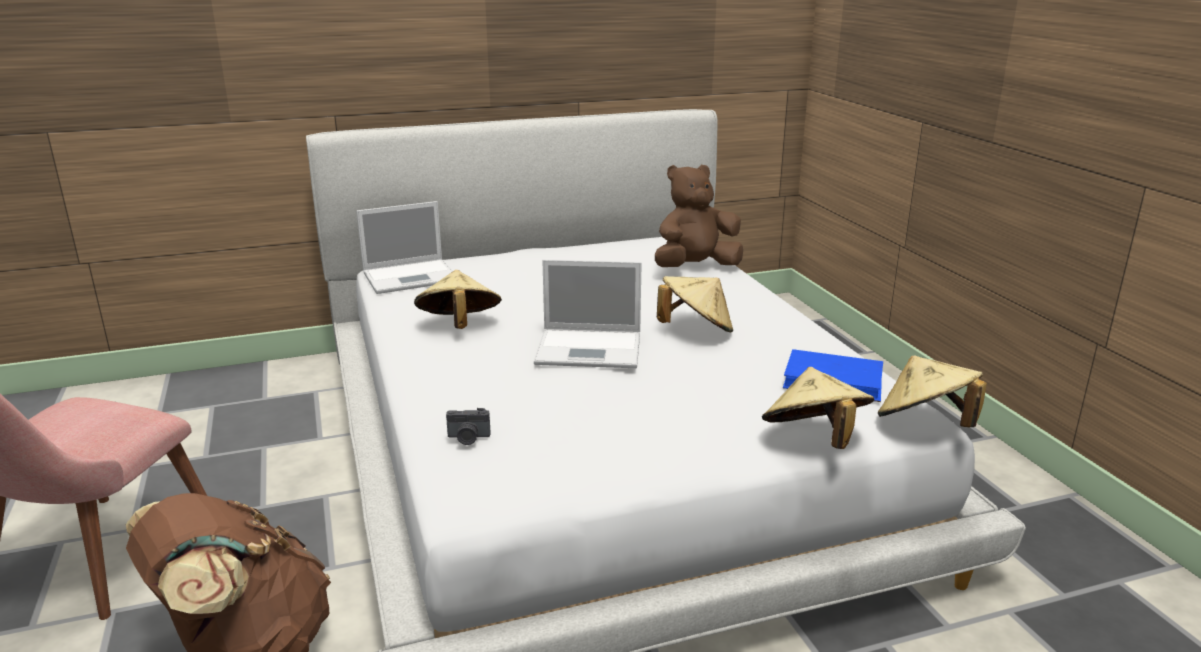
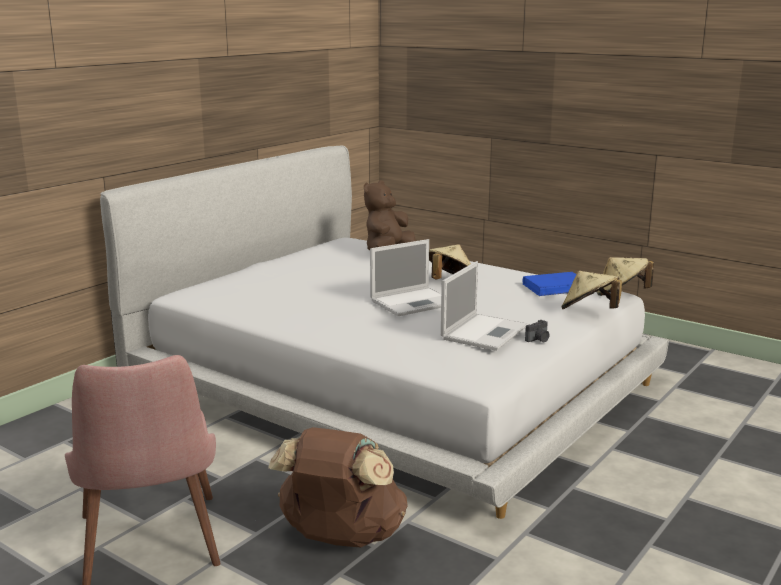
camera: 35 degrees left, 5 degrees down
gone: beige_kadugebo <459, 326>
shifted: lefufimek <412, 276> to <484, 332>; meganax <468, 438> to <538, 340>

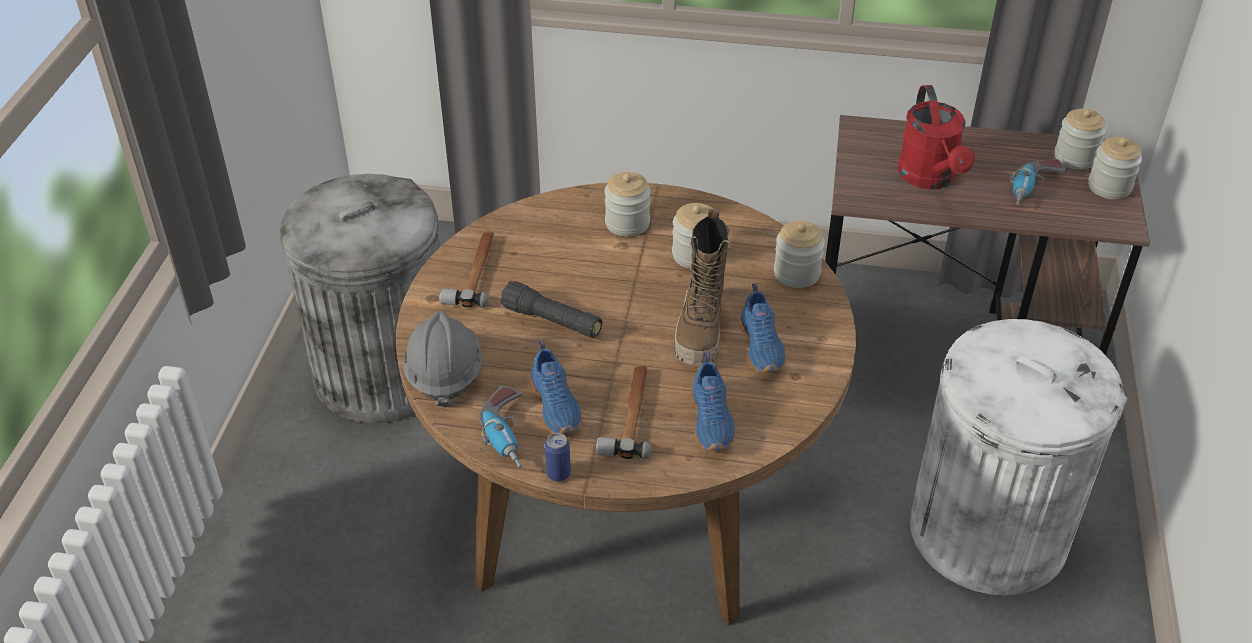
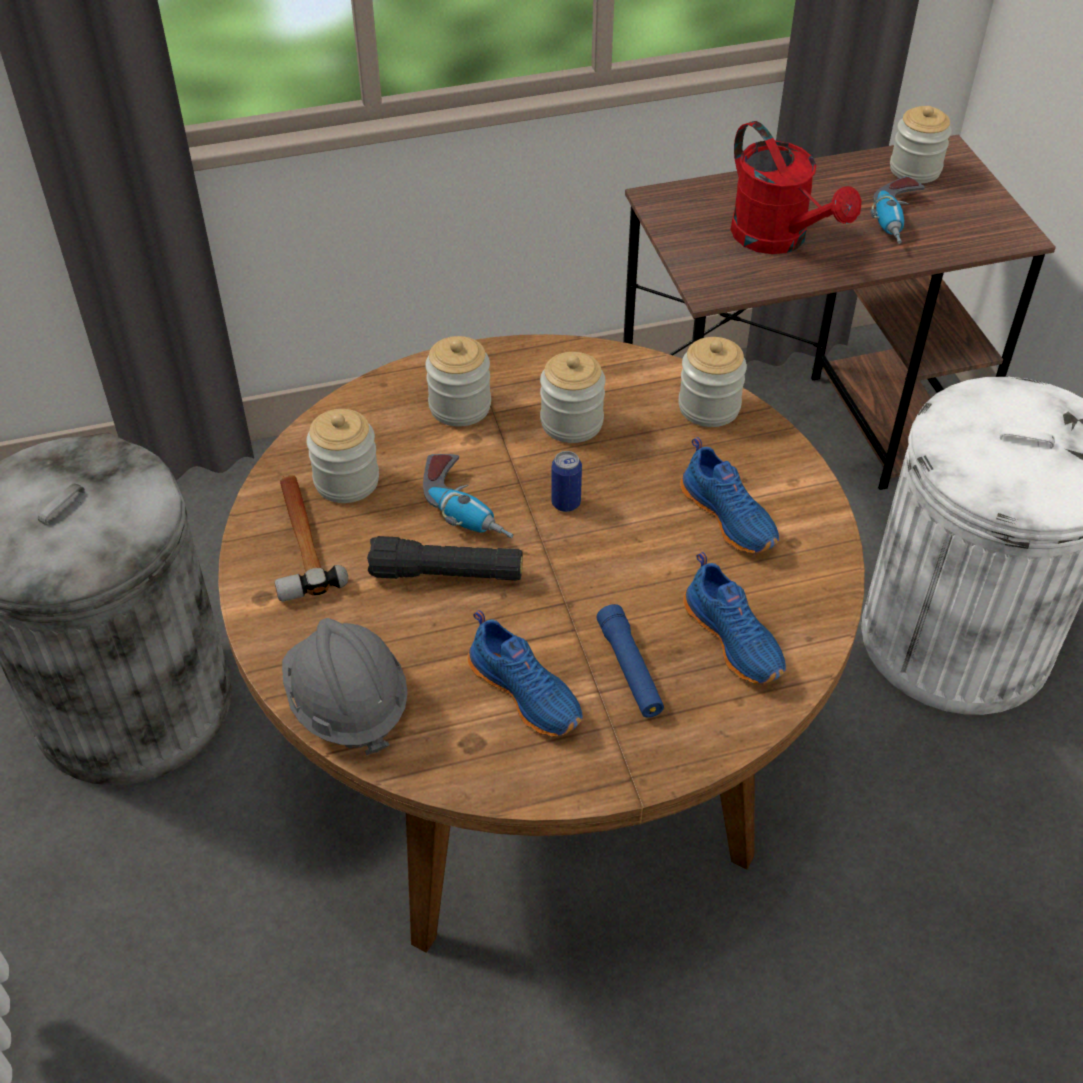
camera: 25 degrees left, 5 degrees up
gone: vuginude <700, 332>
shifted: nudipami <1109, 187> to <346, 481>; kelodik <509, 435> to <468, 509>; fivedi <558, 474> to <566, 503>
swapped: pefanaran <630, 414> to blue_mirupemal <630, 669>

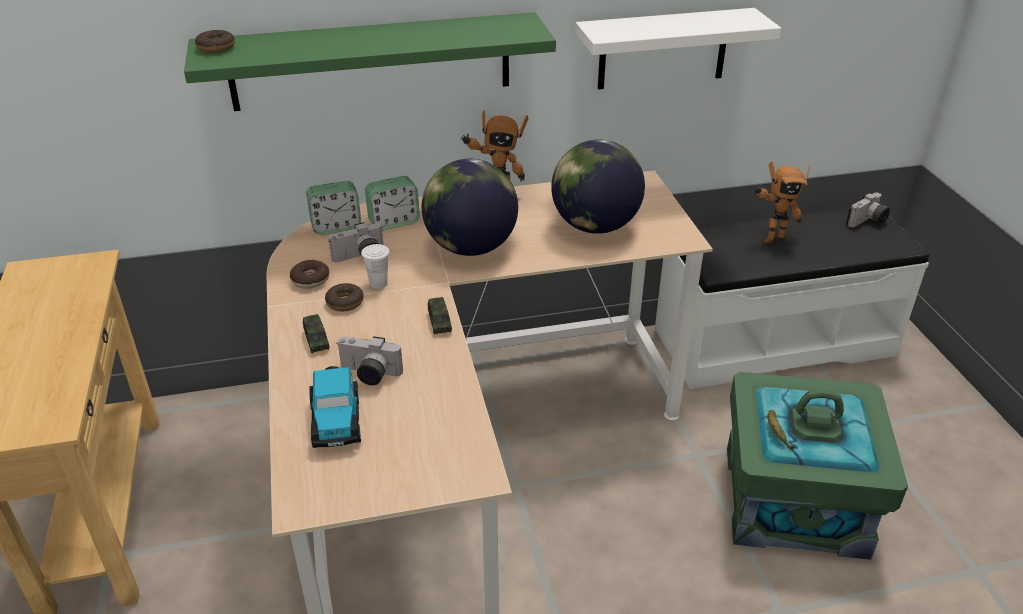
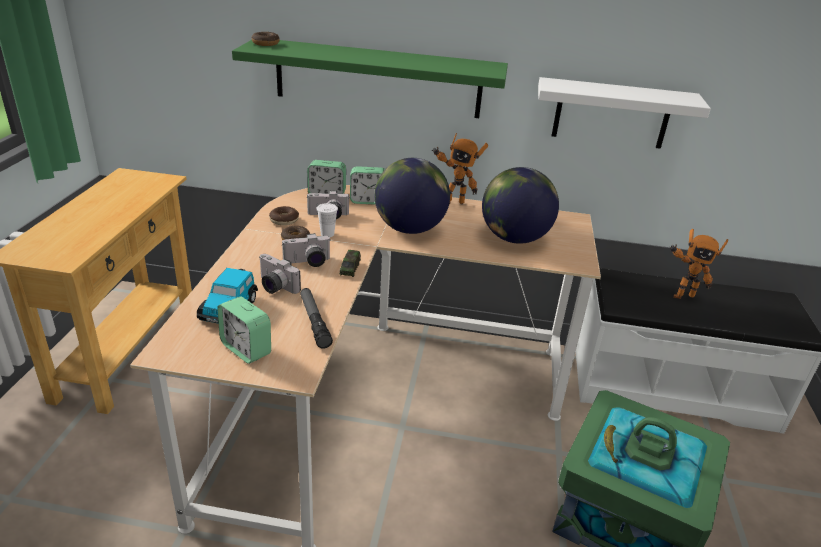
camera: 20 degrees right, 5 degrees down
gone: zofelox <316, 340>
new: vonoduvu <246, 349>; mirupemal <314, 322>
shifted: meganax <867, 221> to <308, 263>

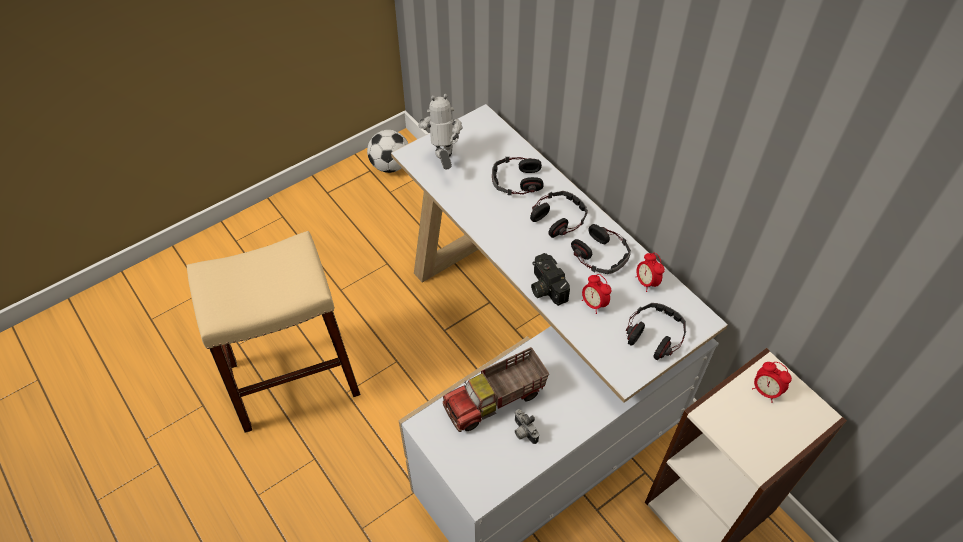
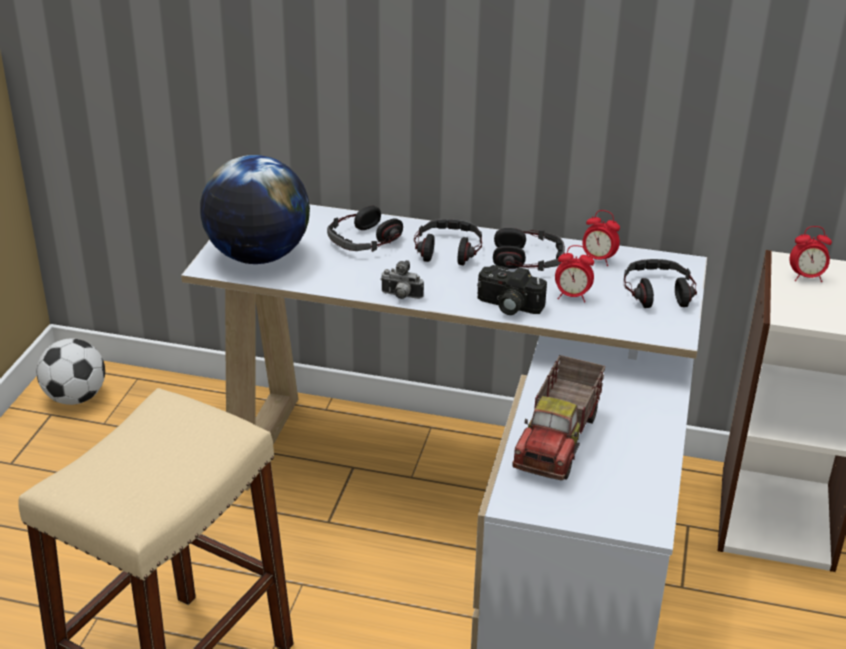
camera: 40 degrees left, 20 degrees down
shifted: meganax <523, 432> to <401, 297>
swapped: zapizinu <443, 161> to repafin <258, 256>

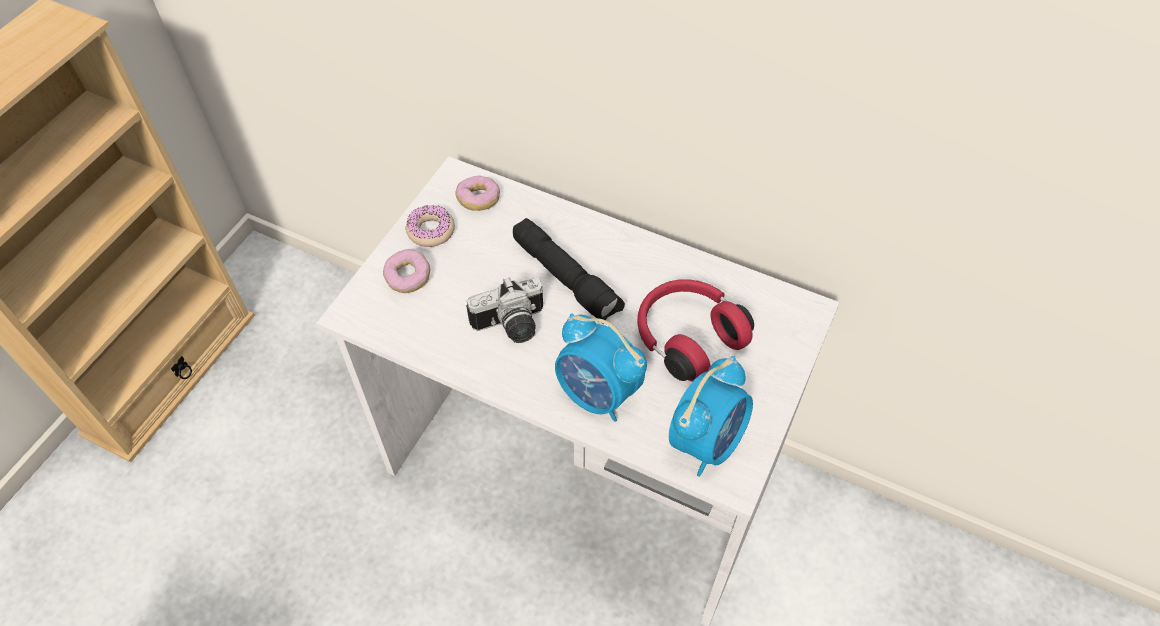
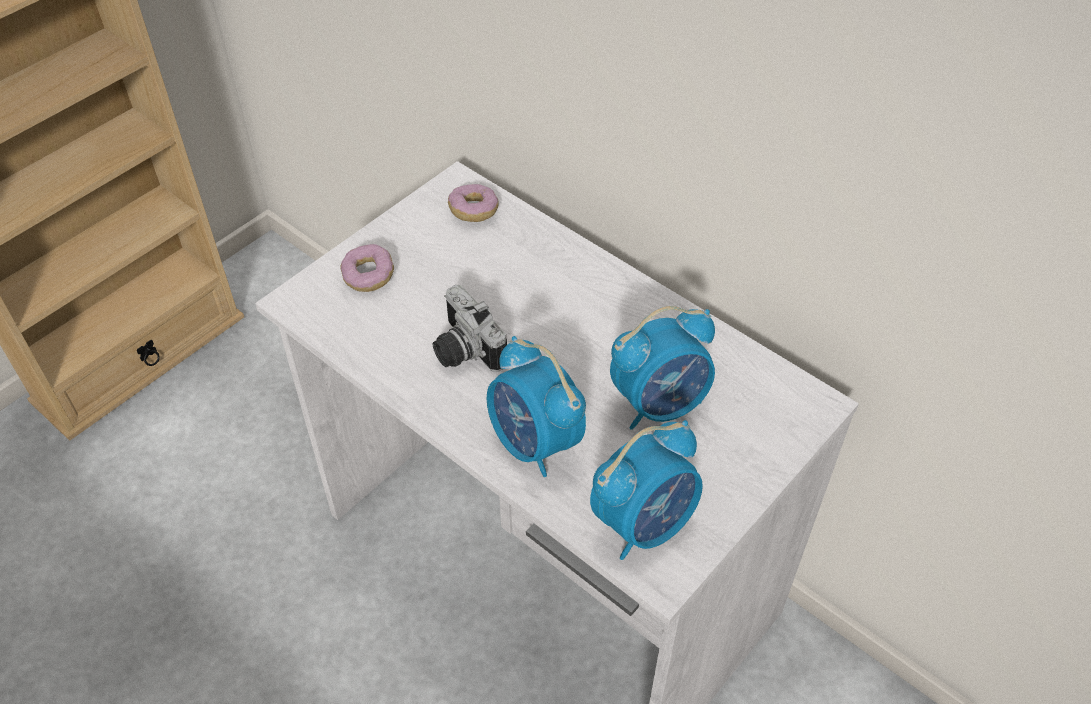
camera: 15 degrees right, 5 degrees down
gone: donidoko <431, 231>; black_mirupemal <567, 278>
swapped: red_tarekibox <687, 337> to vonoduvu <660, 403>
rotated: meganax <511, 327> = <463, 350> 60 degrees clockwise

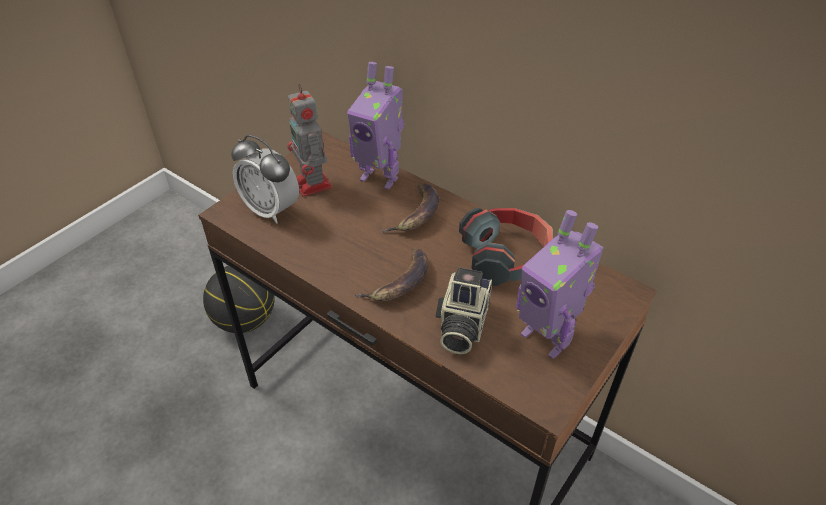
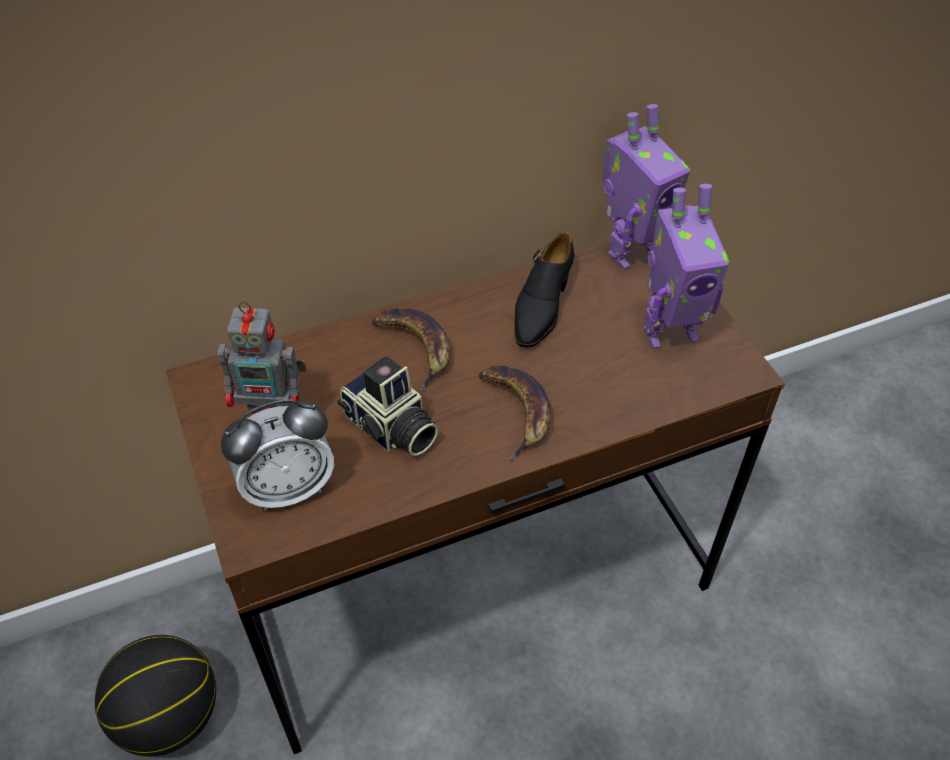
camera: 60 degrees left, 5 degrees up
shifted: meganax <461, 325> to <390, 429>; zapizinu <380, 177> to <630, 251>
swapped: tarekibox <506, 257> to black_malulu <541, 306>

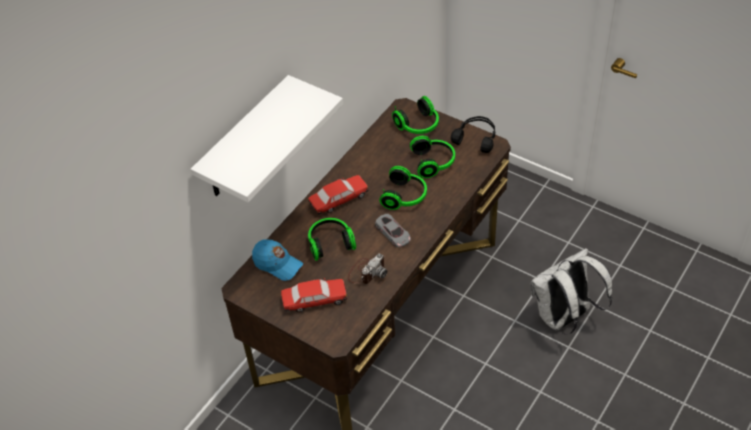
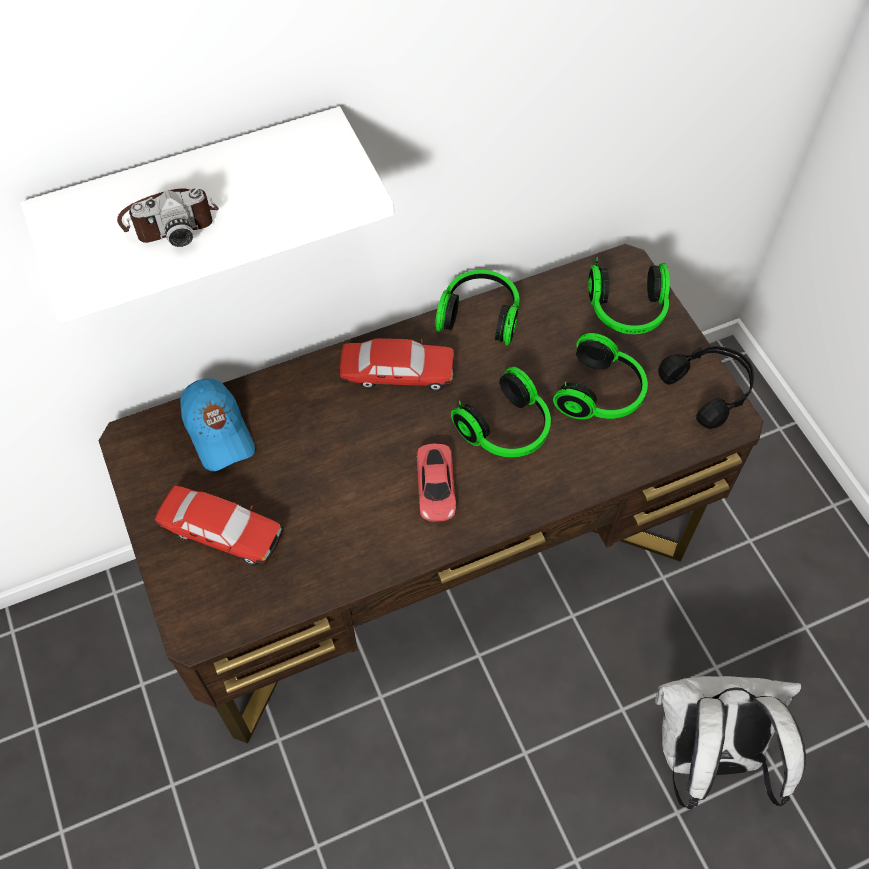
camera: 30 degrees right, 10 degrees up
shifted: meganax <367, 271> to <169, 220>; tarekibox <330, 243> to <480, 315>
repainted: grey_zofelox <393, 233> to red_zofelox <436, 486>

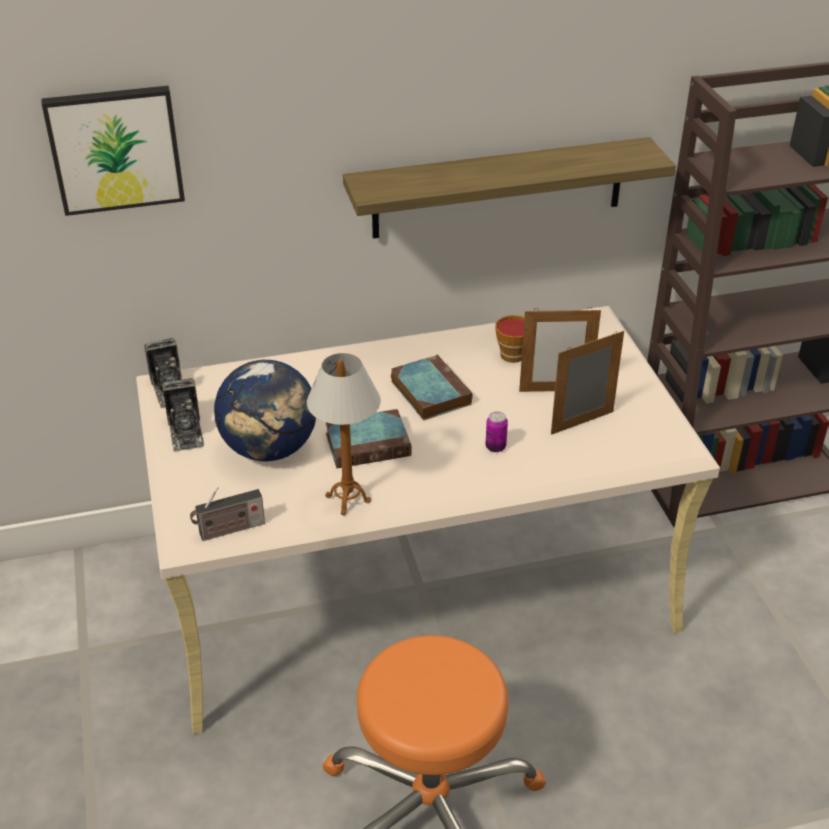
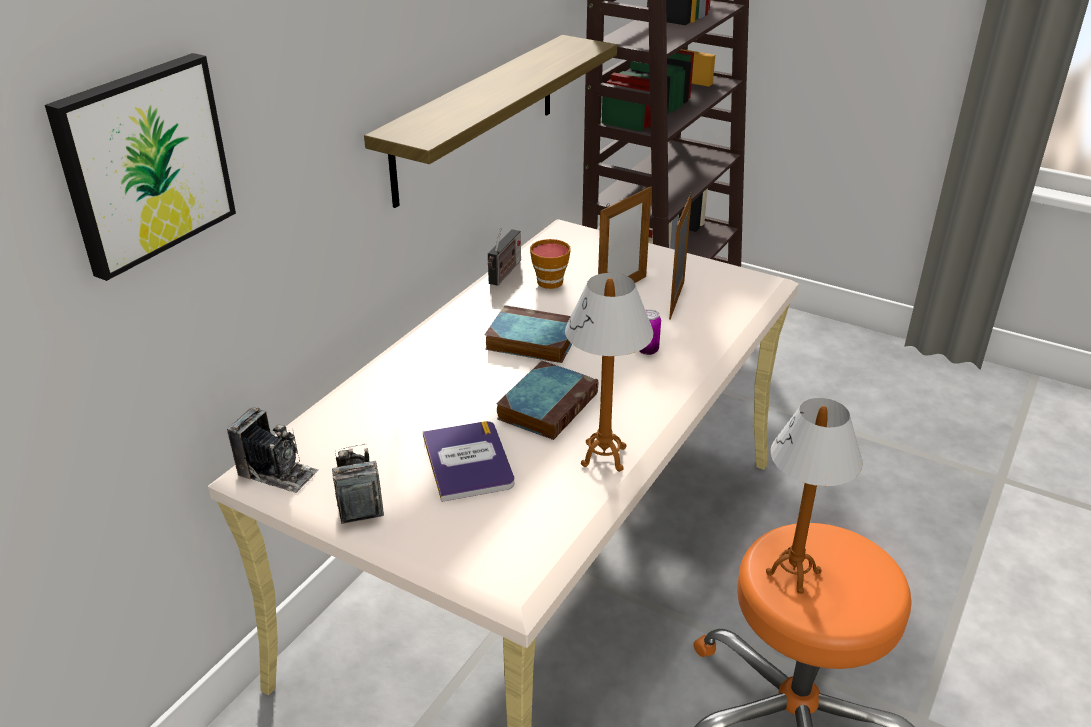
camera: 45 degrees left, 5 degrees down
new: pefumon <793, 573>
shifted: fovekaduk <229, 530> to <504, 273>
swapped: repafin <270, 449> to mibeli <468, 461>
rotated: meganax <186, 431> = <358, 497> 135 degrees counterclockwise

